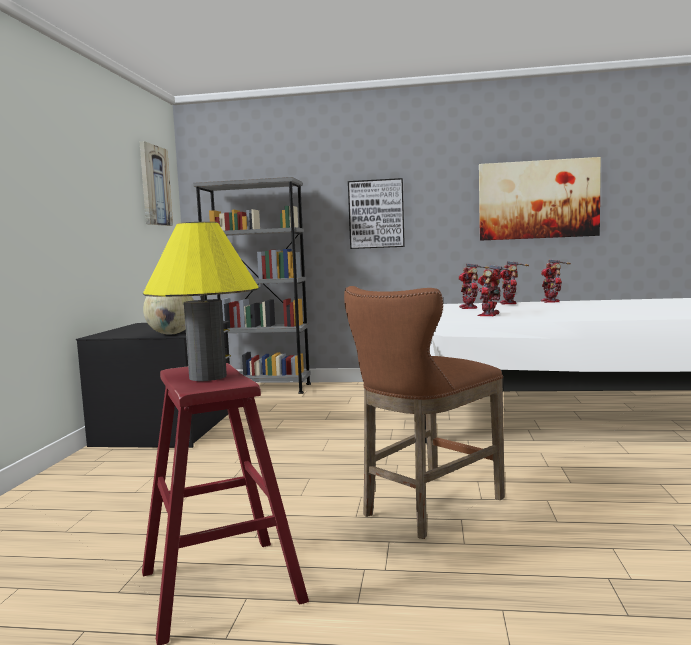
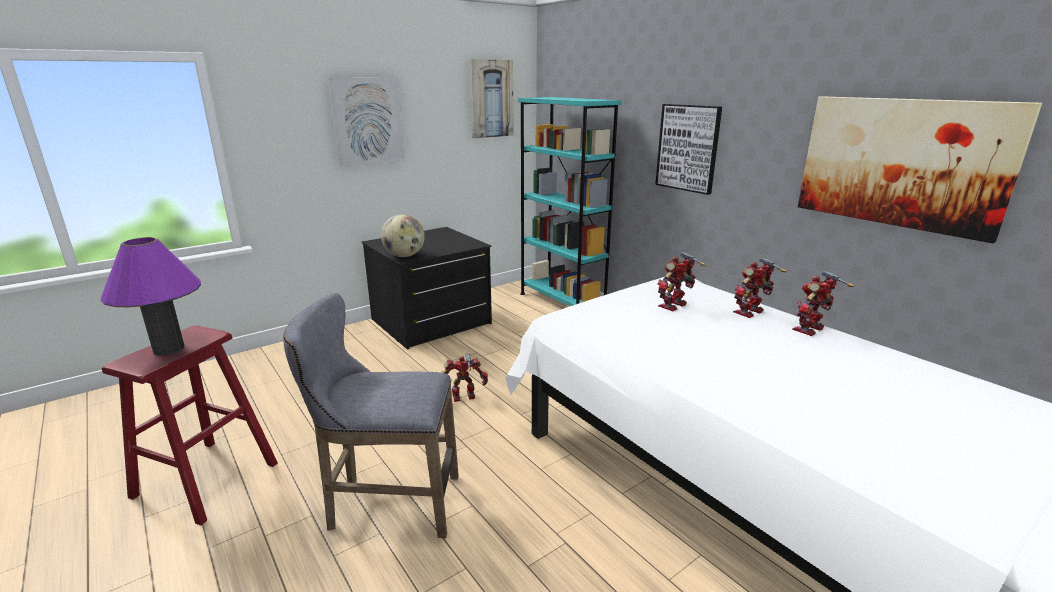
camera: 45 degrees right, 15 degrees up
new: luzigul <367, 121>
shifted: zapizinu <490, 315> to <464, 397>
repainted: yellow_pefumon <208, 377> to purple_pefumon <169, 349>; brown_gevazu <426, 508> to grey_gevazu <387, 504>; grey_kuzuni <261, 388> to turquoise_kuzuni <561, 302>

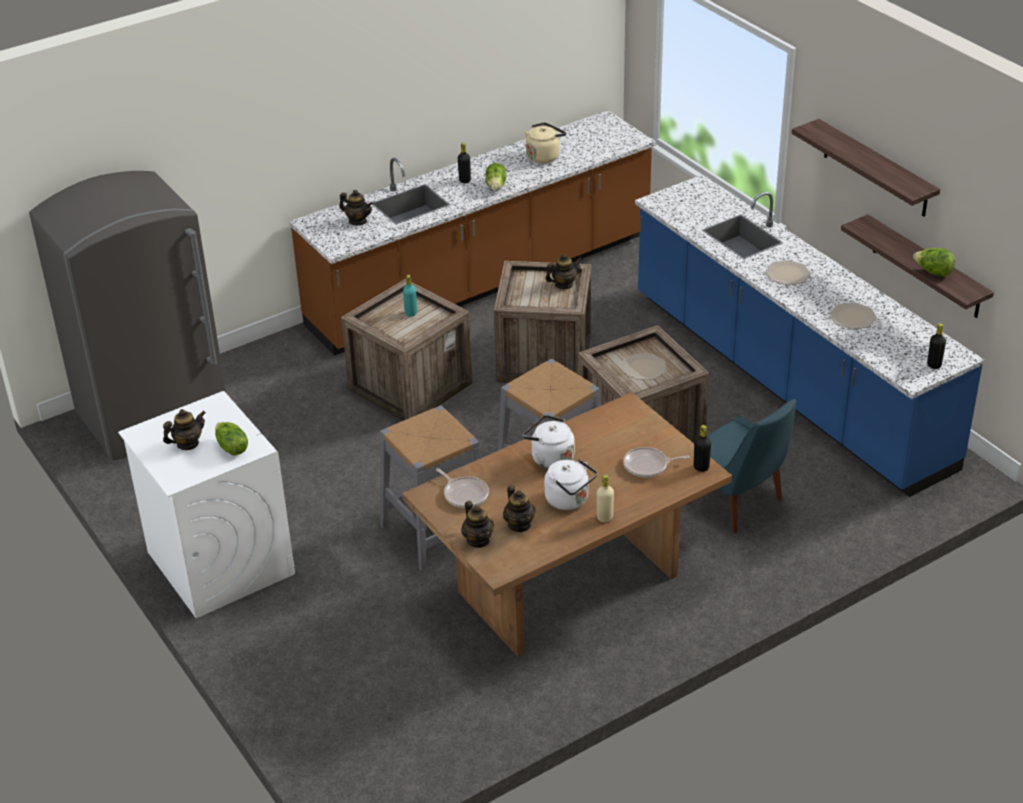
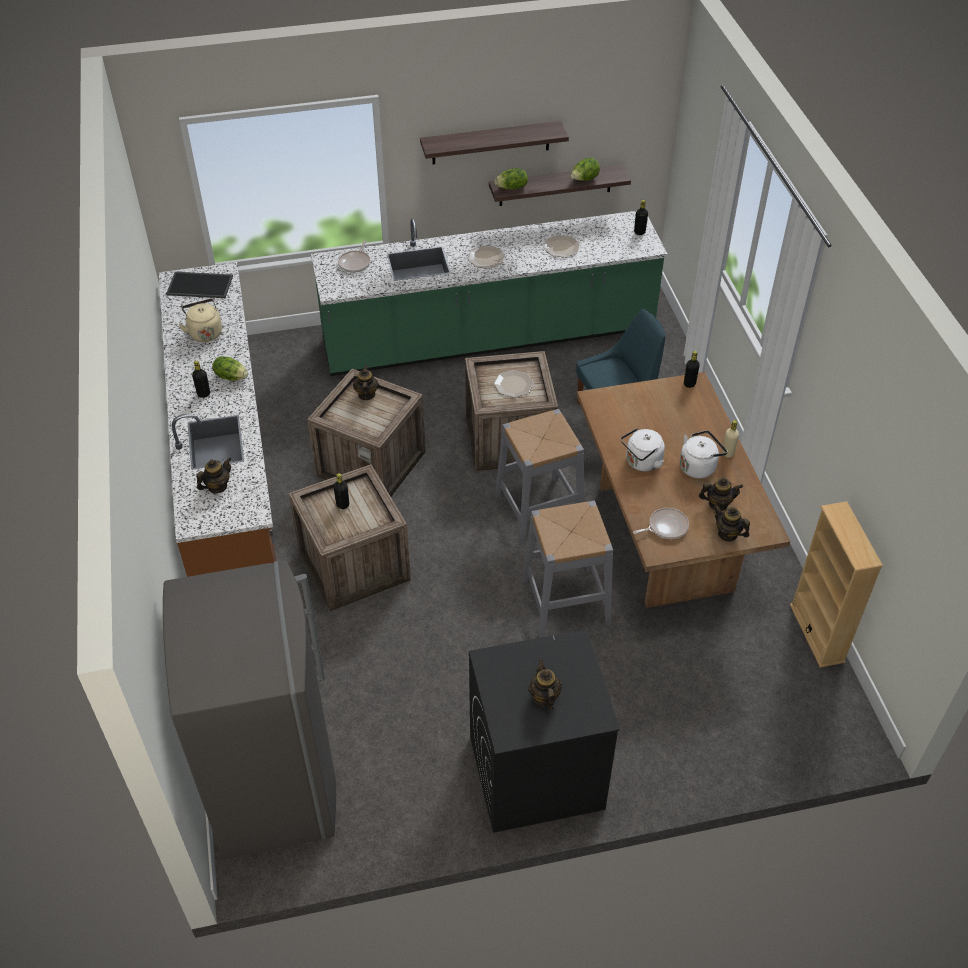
camera: 70 degrees left, 10 degrees up
new: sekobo <200, 285>; beige_kuzuni <817, 633>
shifted: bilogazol <648, 466> to <355, 263>; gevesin <231, 448> to <512, 188>
repainted: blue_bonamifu <787, 381> to green_bonamifu <488, 339>; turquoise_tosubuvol <411, 313> to black_tosubuvol <342, 505>; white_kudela <220, 562> to black_kudela <535, 773>
rotated: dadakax <478, 540> = <728, 534> 135 degrees counterclockwise

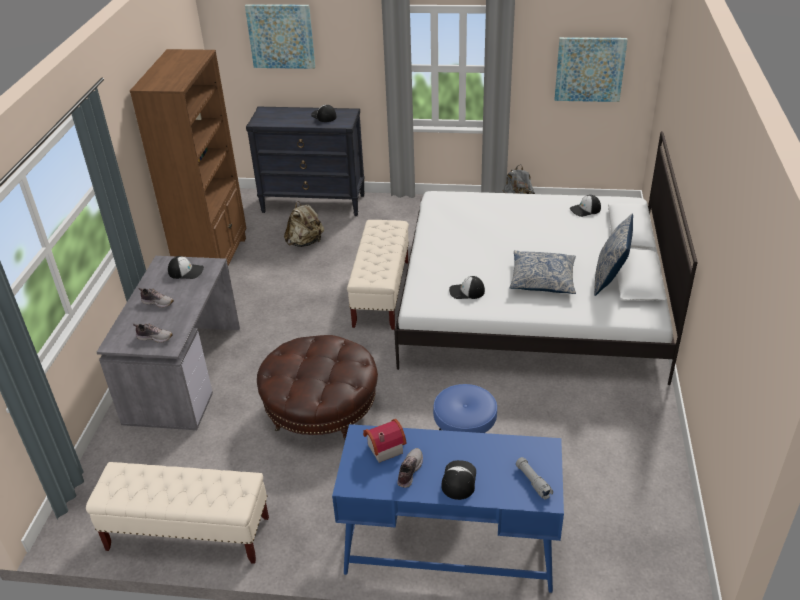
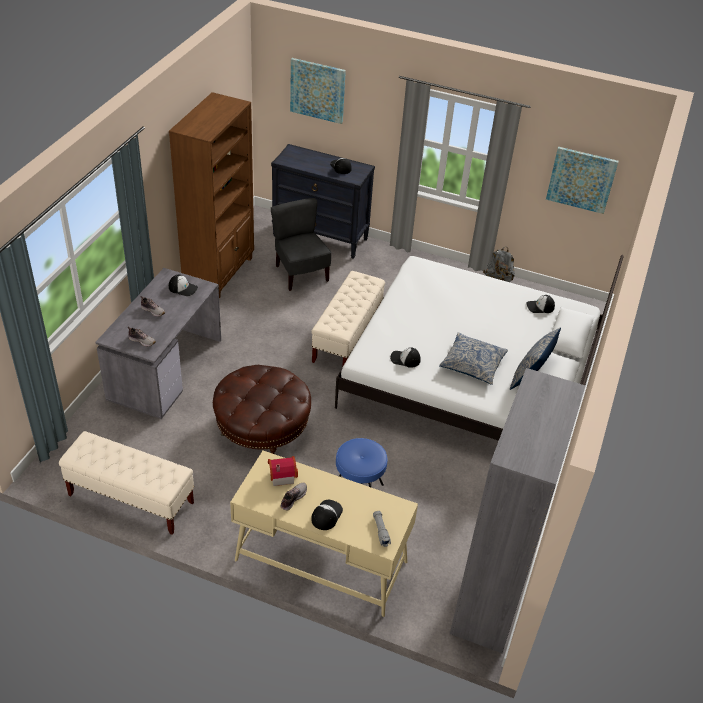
camera: 10 degrees right, 5 degrees up
new: grey_kuzuni <491, 594>
swapped: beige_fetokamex <305, 242> to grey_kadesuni <300, 274>
repainted: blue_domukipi <449, 544> to beige_domukipi <321, 560>

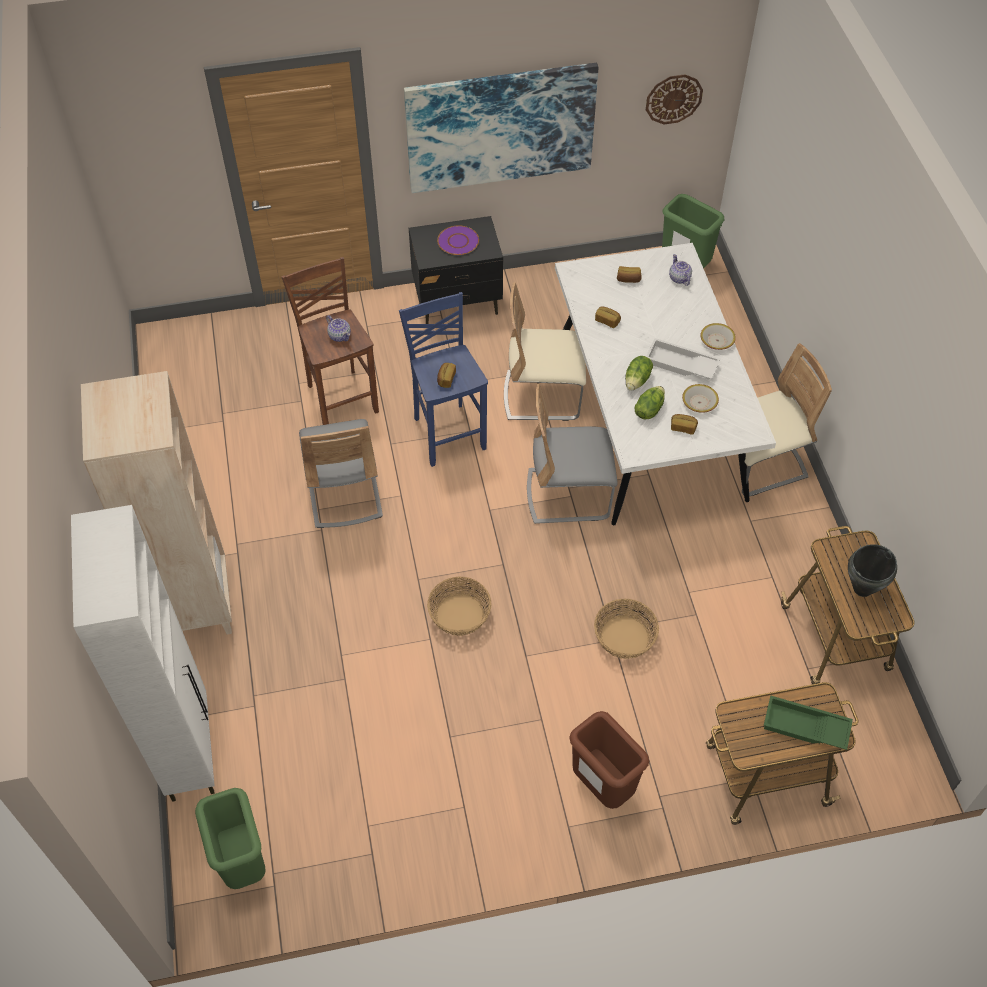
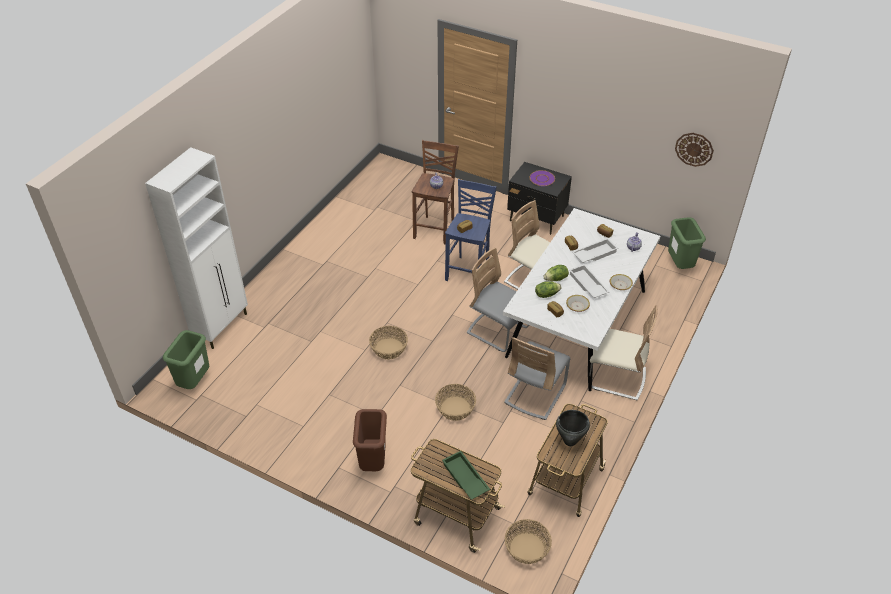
camera: 40 degrees right, 10 degrees down
gone: beige_kuzuni <196, 606>; luzigul <500, 127>
new: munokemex <527, 548>; white_sekobo <594, 253>
shifted: grey_kadesuni <344, 492> to <535, 394>

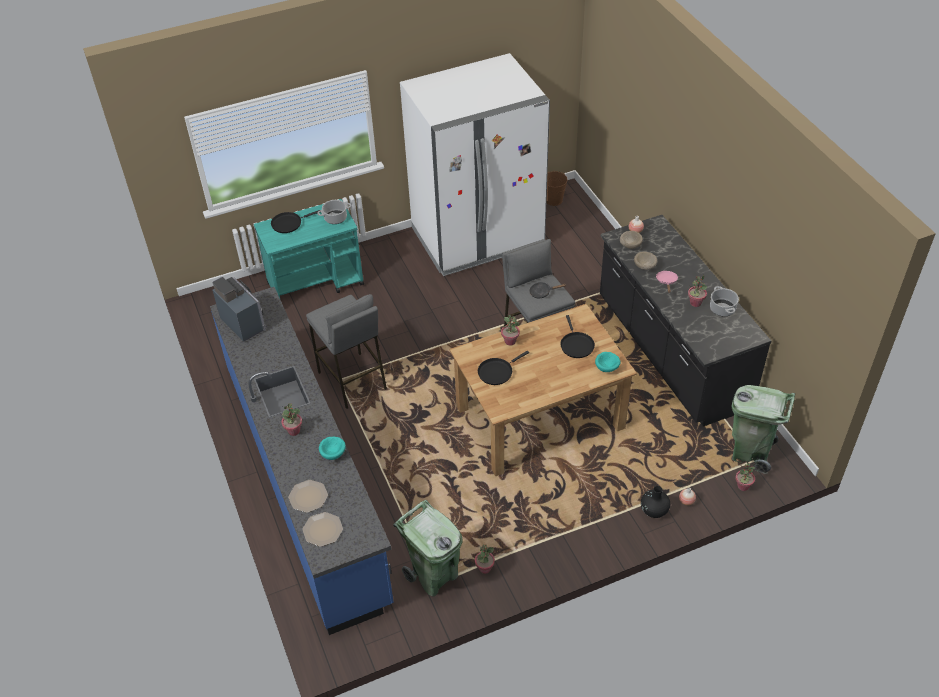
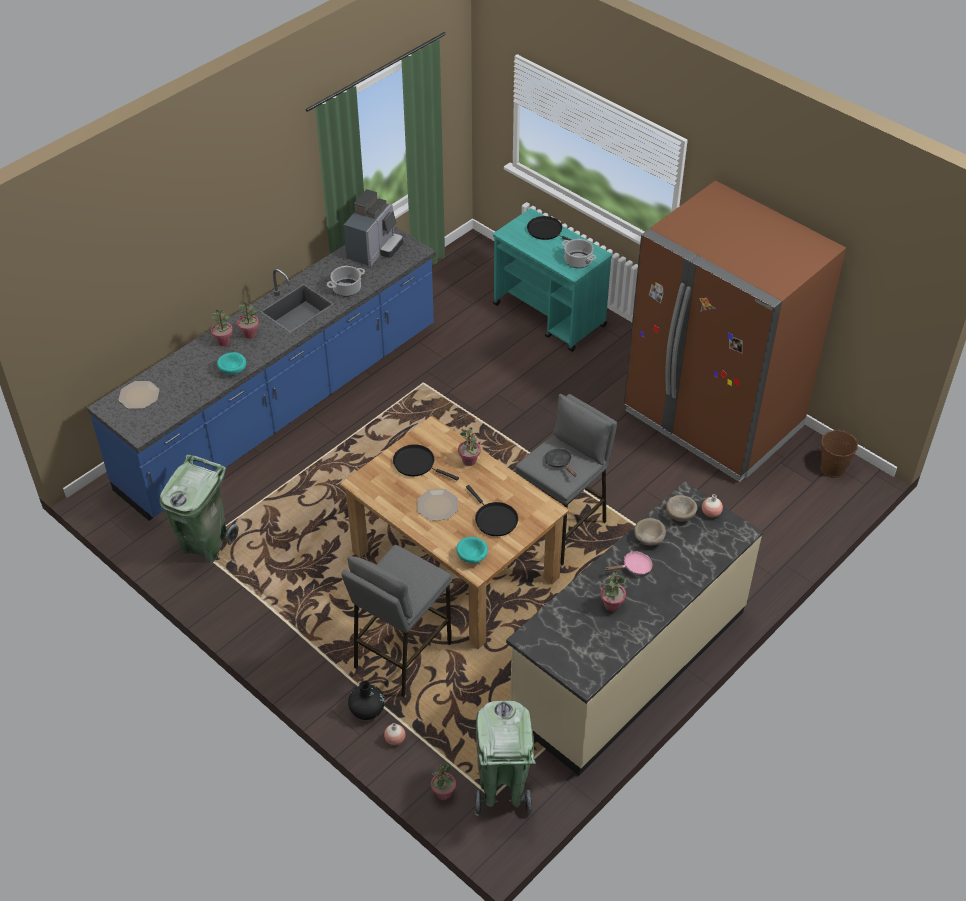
camera: 65 degrees right, 0 degrees up
shifted: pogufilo <484, 568> to <224, 341>; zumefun <722, 309> to <346, 289>; grey_gevazu <352, 381> to <401, 655>; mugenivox <308, 497> to <437, 506>
repainted: black_bonamifu <670, 353> to beige_bonamifu <628, 663>; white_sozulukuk <478, 237> to brown_sozulukuk <712, 420>
rotated: black_bilogazol <576, 345> = <494, 519> 90 degrees counterclockwise

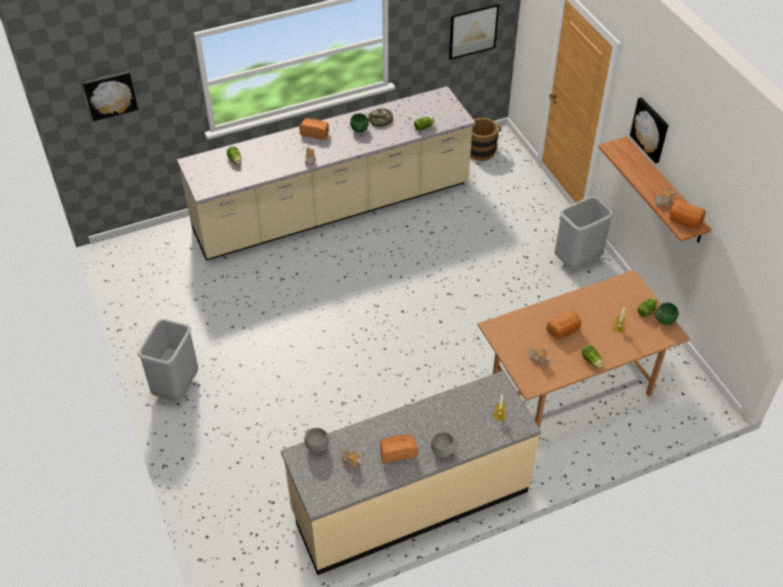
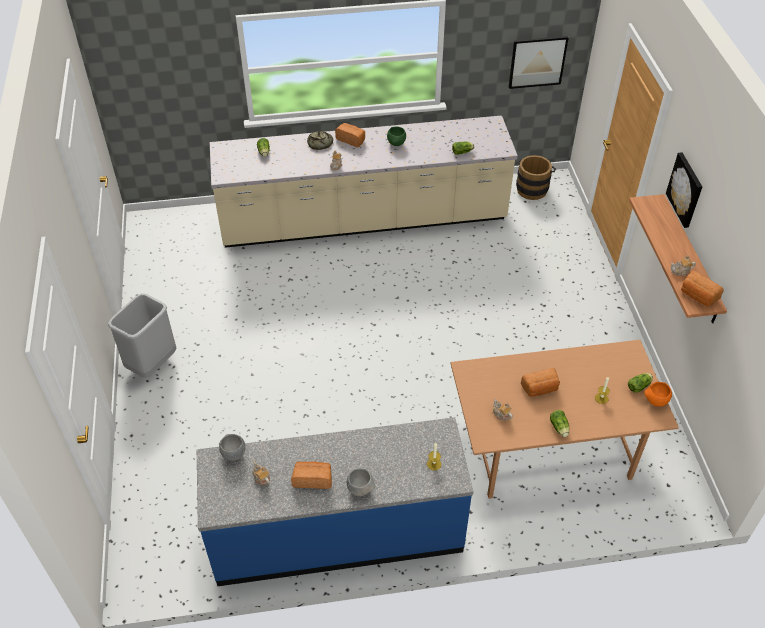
camera: 15 degrees right, 0 degrees up
gone: luzigul <110, 94>; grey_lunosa <577, 260>
shifted: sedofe <381, 120> to <320, 143>
repainted: beige_bonamifu <410, 501> to blue_bonamifu <337, 532>; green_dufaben <664, 321> to orange_dufaben <655, 401>

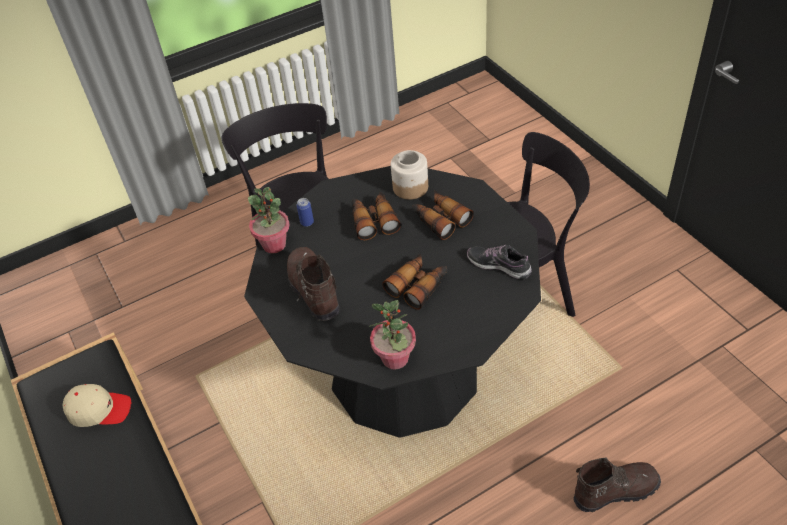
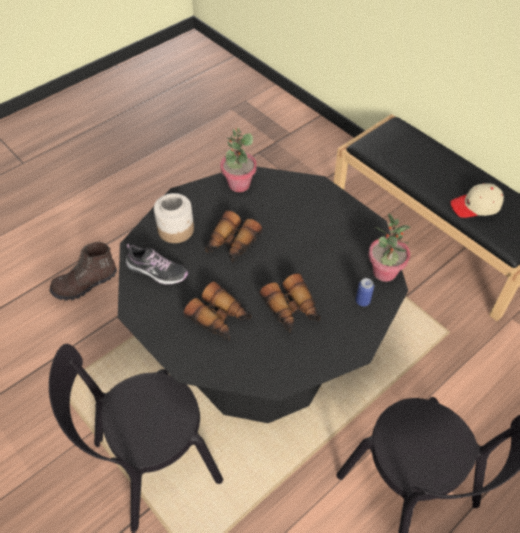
camera: 165 degrees right, 5 degrees up
gone: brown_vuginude <313, 291>
shifted: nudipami <410, 187> to <176, 229>

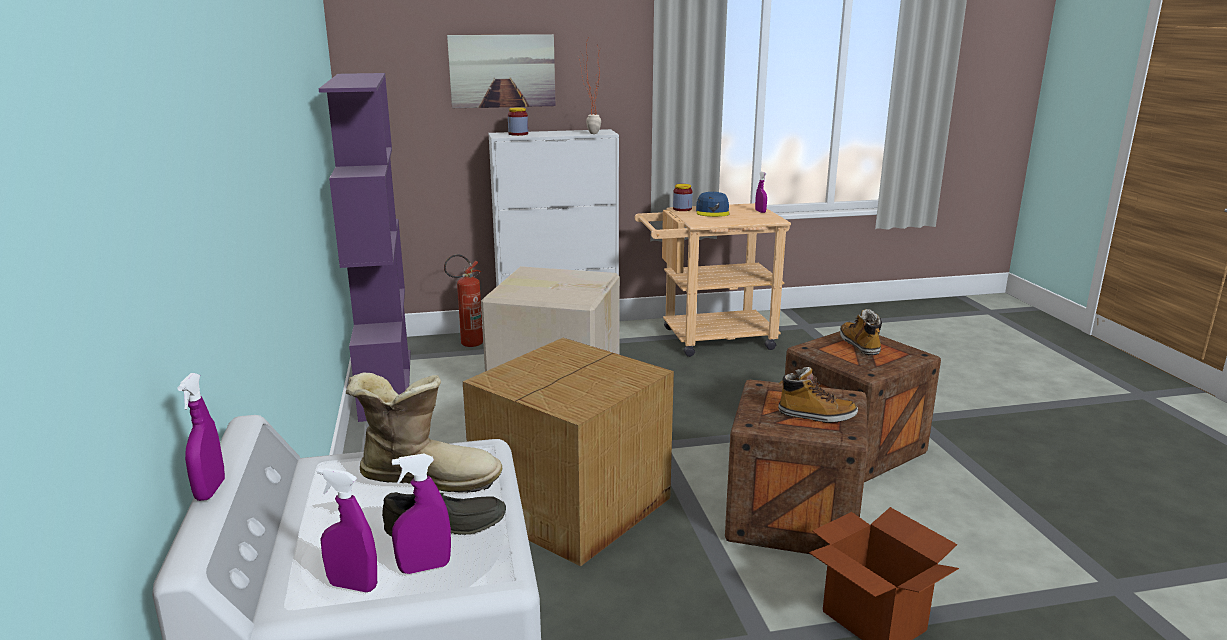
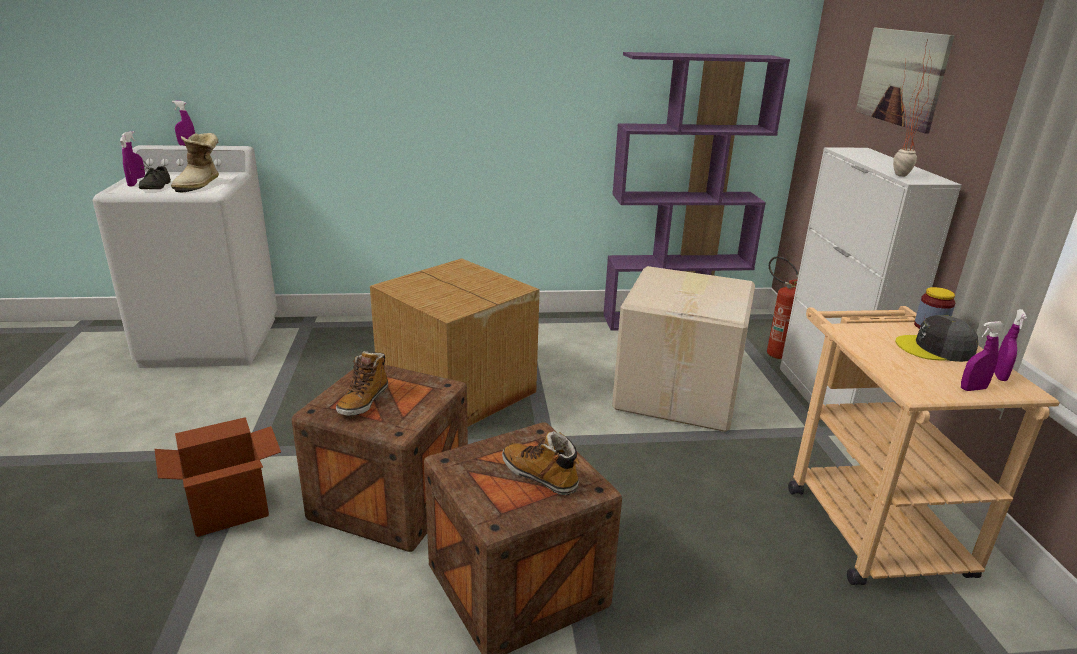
camera: 95 degrees right, 5 degrees up
gone: nudipami <518, 134>
new: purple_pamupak <999, 376>
repainted: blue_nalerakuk <712, 212> to grey_nalerakuk <935, 348>
rotated: vuginude <860, 345> = <540, 476> 135 degrees counterclockwise

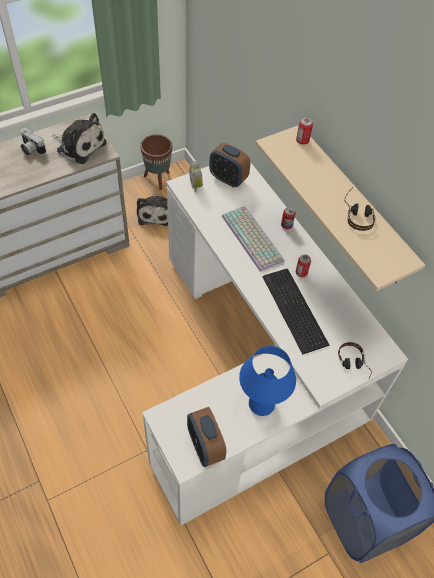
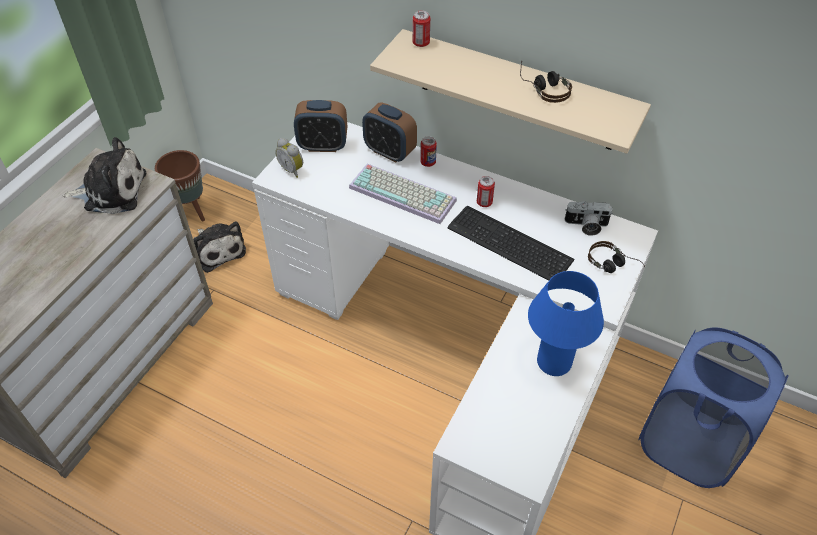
camera: 30 degrees left, 5 degrees down
shifted: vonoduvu <205, 446> to <389, 152>; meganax <31, 149> to <586, 226>

